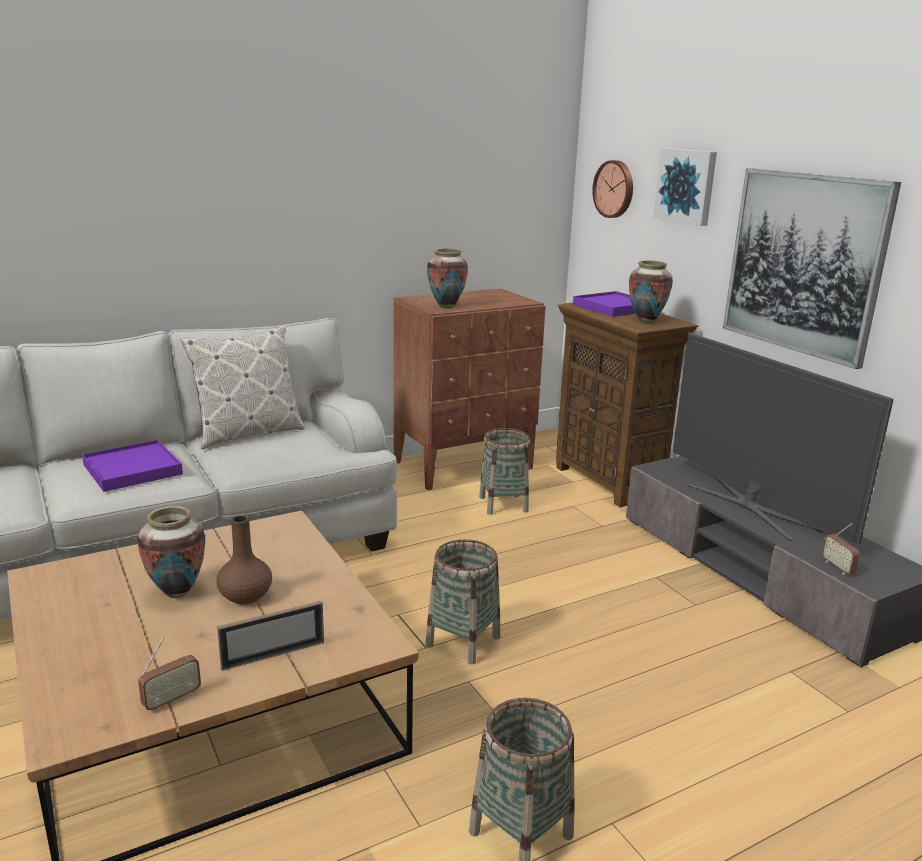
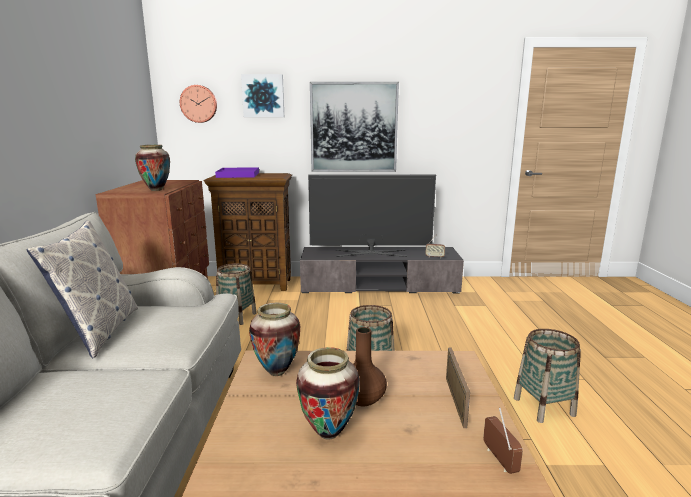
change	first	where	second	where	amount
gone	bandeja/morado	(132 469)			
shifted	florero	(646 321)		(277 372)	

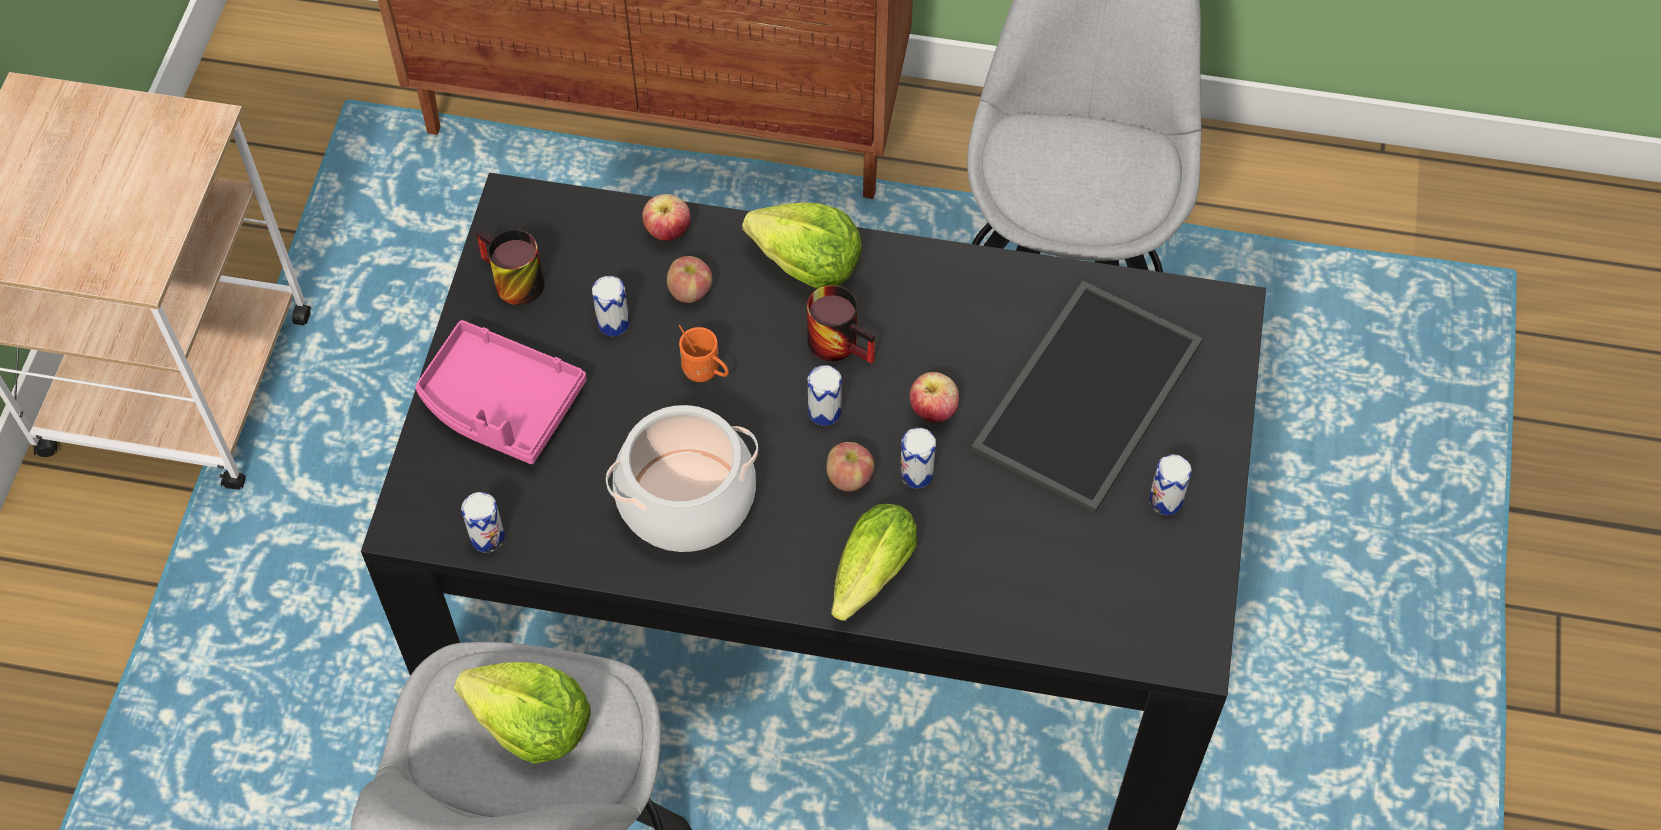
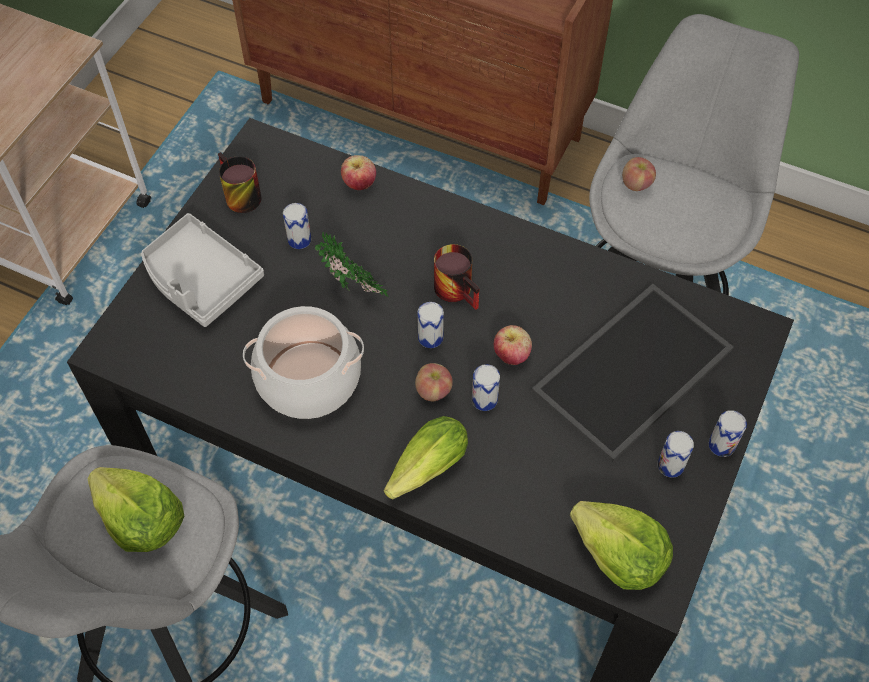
change	first	where	second	where	amount
shifted	lata	(487 537)		(721 445)	
shifted	manzana	(690 291)		(636 184)	
shifted	lechuga	(807 264)		(619 556)	
swapped	taza grande/naranja	(705 372)	planta en maceta	(353 289)	
repainted	bandeja/rosa	(500 404)	bandeja/gris	(200 279)	

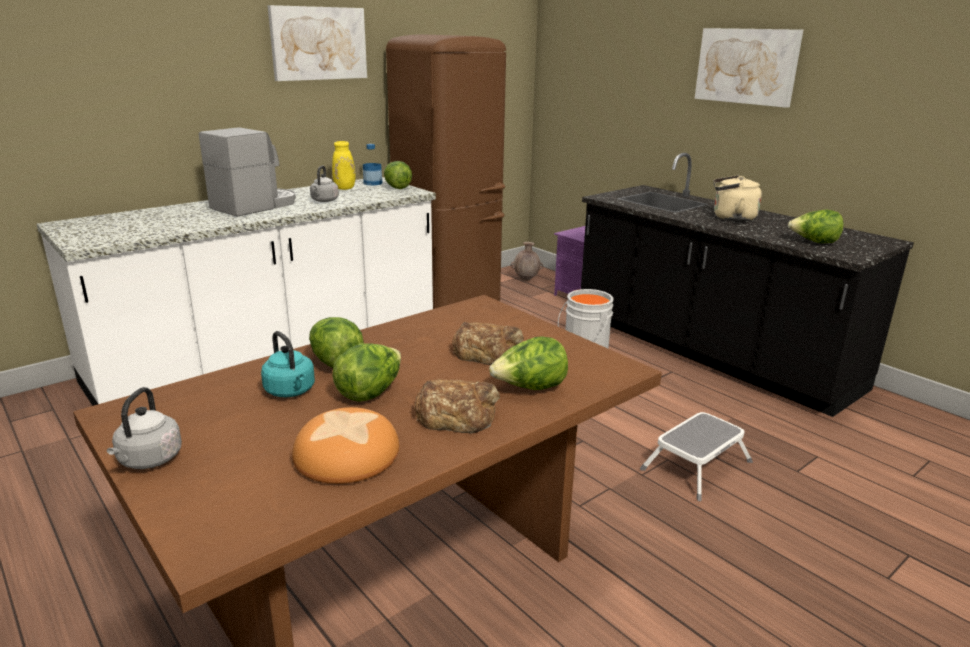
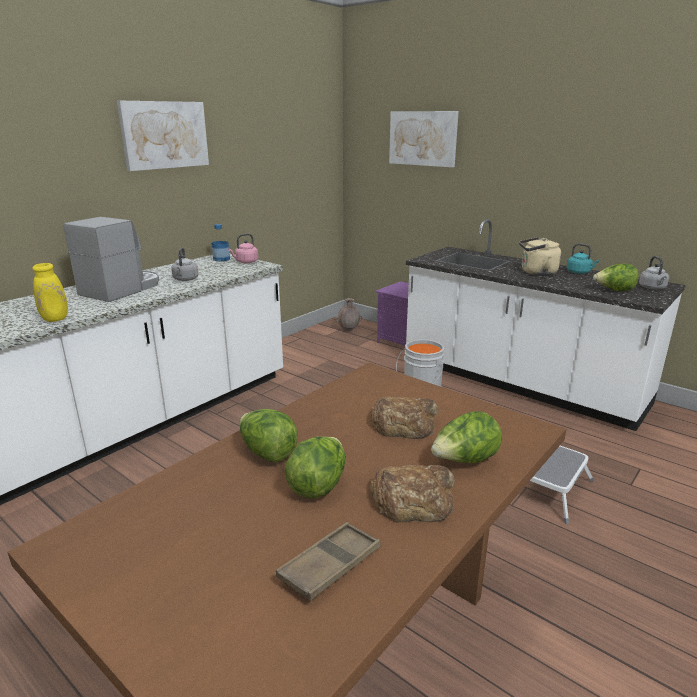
change	first	where	second	where	amount
gone	nevera/marrón	(451 300)			
shifted	hervidor/gris	(148 460)		(652 288)	
shifted	hervidor/turquesa	(291 391)		(579 272)	
shifted	florero/amarillo	(346 188)		(57 319)	
shifted	cuadro	(747 66)		(423 138)	
swapped	pan	(346 453)	bandeja/marrón	(330 565)	
swapped	lechuga	(397 187)	hervidor/rosa	(245 262)	
repainted	mueble bajo de cocina/negro	(709 352)	mueble bajo de cocina/blanco	(519 383)	

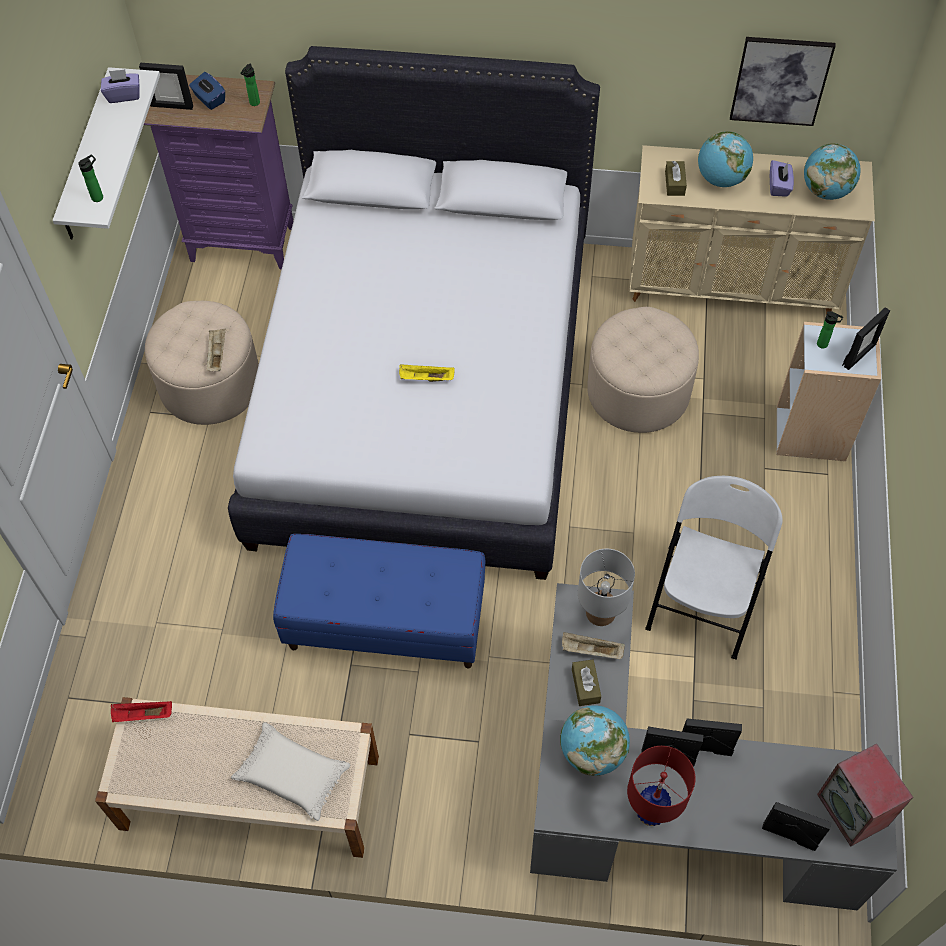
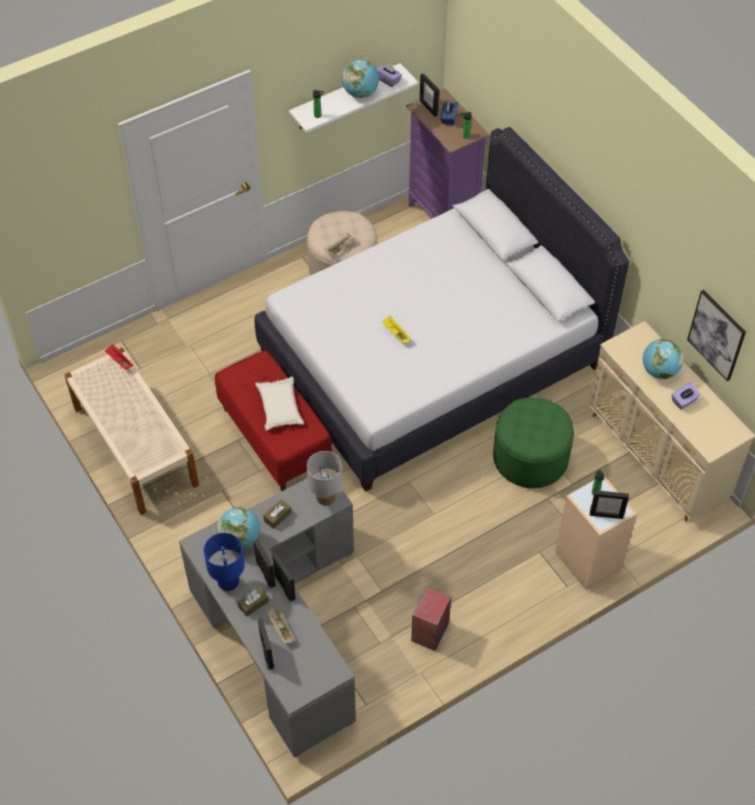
change	first	where	second	where	amount
gone	silla/blanco	(705 600)			
shifted	cojín/blanco	(291 774)		(279 406)	
shifted	bandeja/beis	(591 651)		(280 628)	
shifted	caja de pañuelos/marrón	(674 183)		(253 604)	
shifted	globo terráqueo	(826 191)		(360 93)	
shifted	altavoz	(853 810)		(430 632)	
repainted	banco/azul	(386 622)	banco/rojo	(275 438)	
repainted	puf/beis	(638 391)	puf/verde	(530 457)	
repainted	lámpara de mesa/rojo	(651 812)	lámpara de mesa/azul	(228 584)	

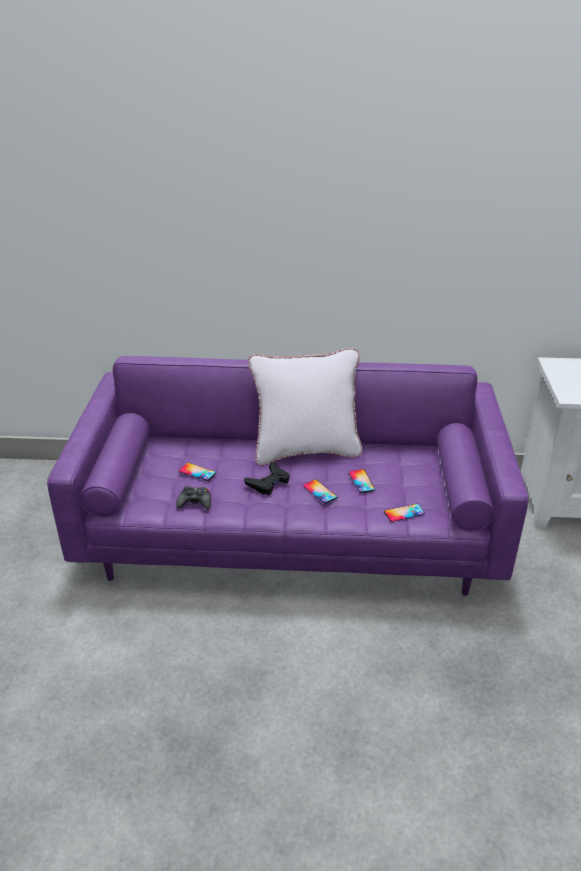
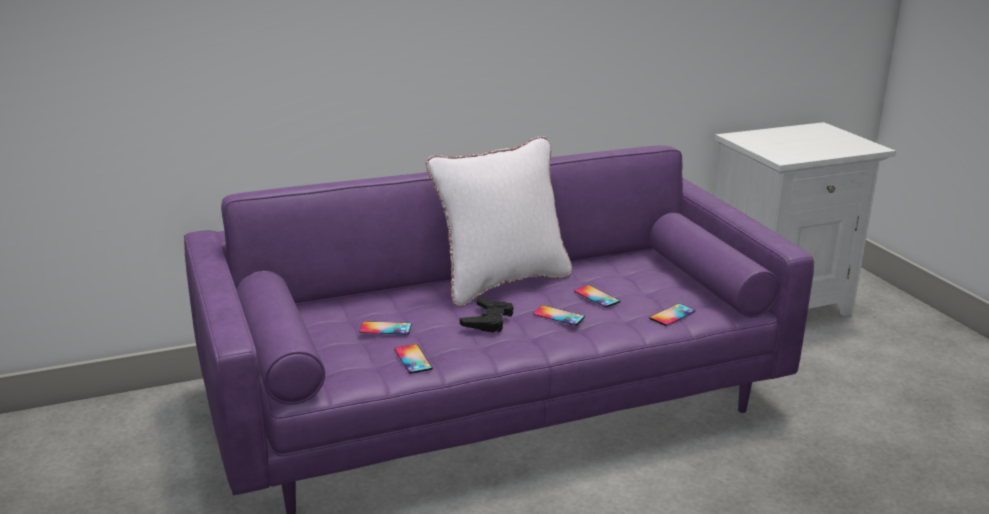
change	first	where	second	where	amount
swapped	mando de consola/negro	(195 502)	móvil	(413 359)	

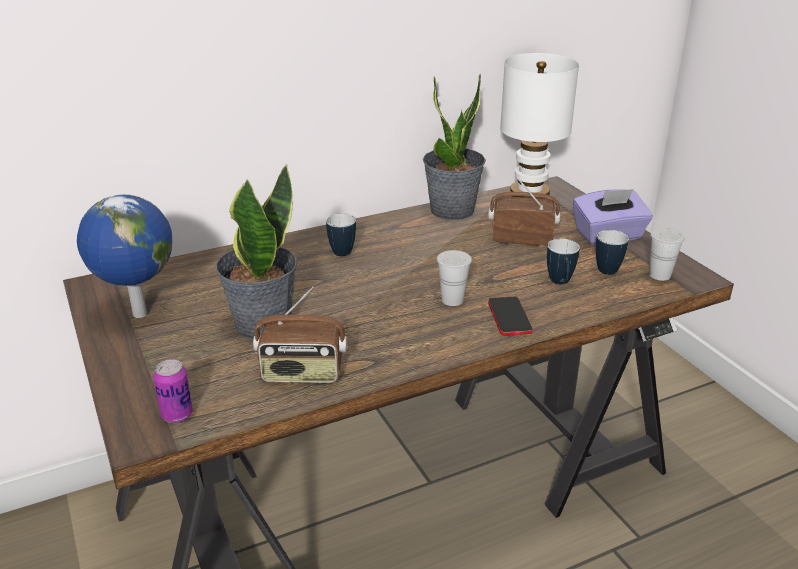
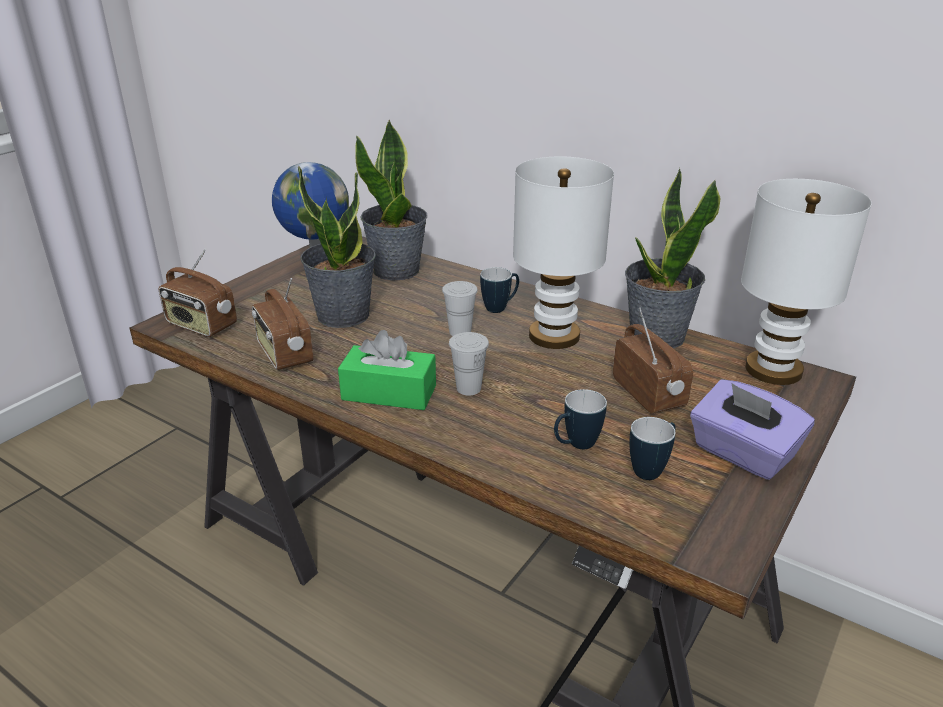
change	first	where	second	where	amount
gone	móvil	(509 317)			
new			caja de pañuelos/verde	(389 393)	
new			planta en maceta	(397 270)	
new			lámpara de mesa/blanco	(553 336)	
shifted	taza/blanco	(660 275)		(460 332)	
swapped	lata	(177 415)	radio	(201 325)	

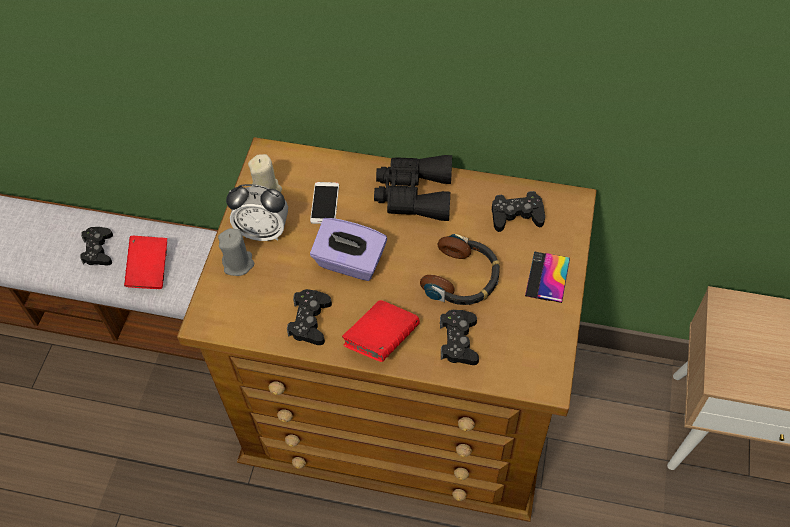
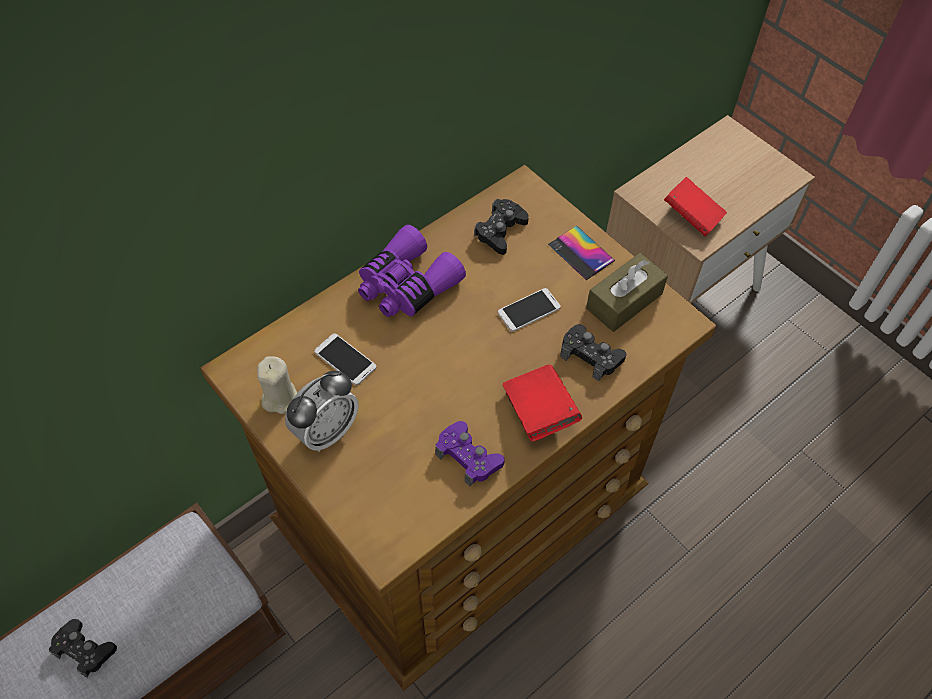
change	first	where	second	where	amount
gone	vela/gris	(238 264)			
gone	caja de pañuelos/morado	(350 262)			
new			caja de pañuelos/marrón	(624 301)	
shifted	libro/rojo	(149 270)		(691 217)	
swapped	auriculares	(462 278)	móvil	(529 310)	
repainted	mando de consola/negro	(310 321)	mando de consola/morado	(468 457)	
repainted	prismáticos/negro	(414 194)	prismáticos/morado	(406 285)	

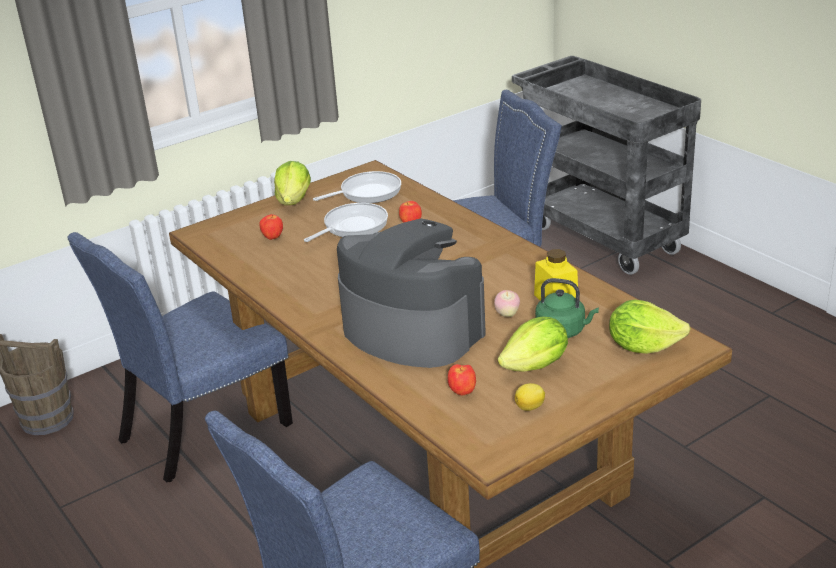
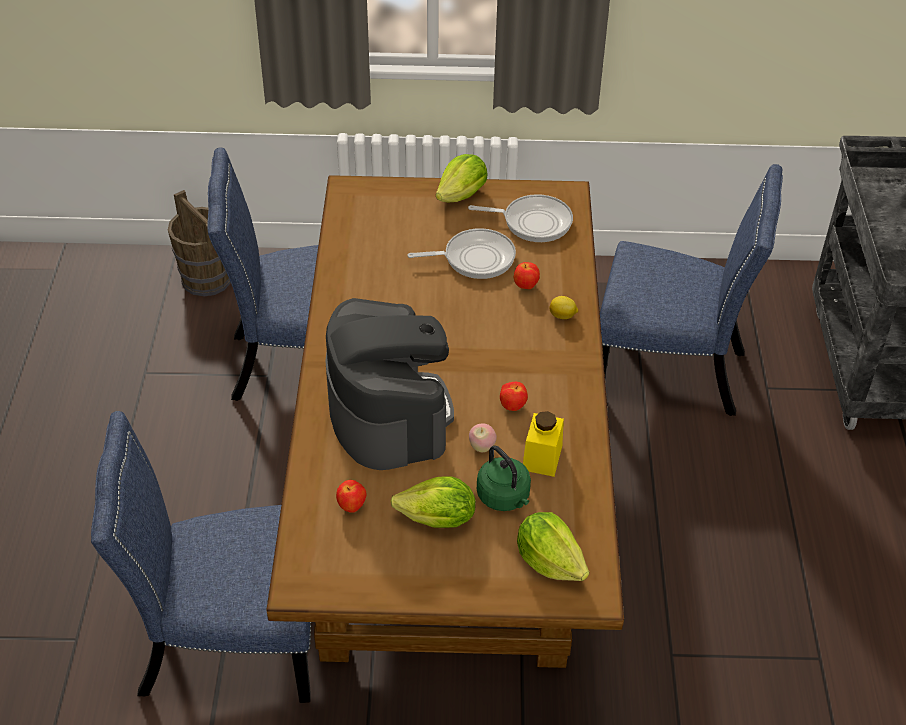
change	first	where	second	where	amount
shifted	manzana	(273 237)		(513 406)	
shifted	limón	(530 407)		(563 316)	

